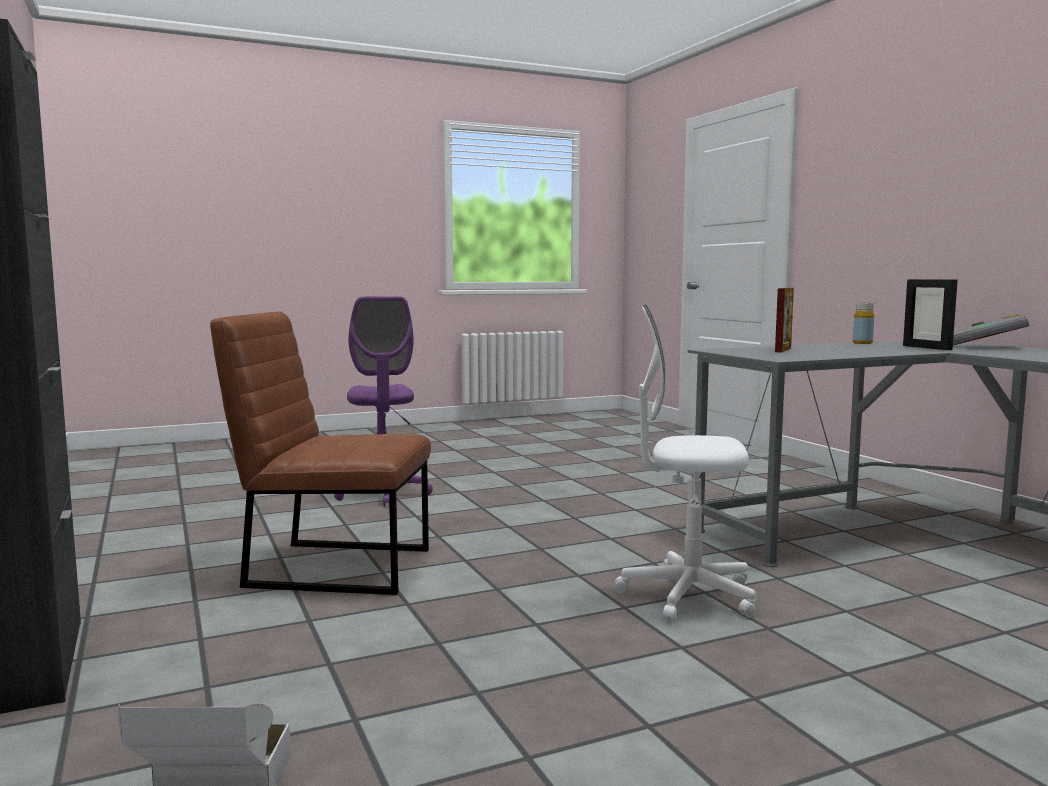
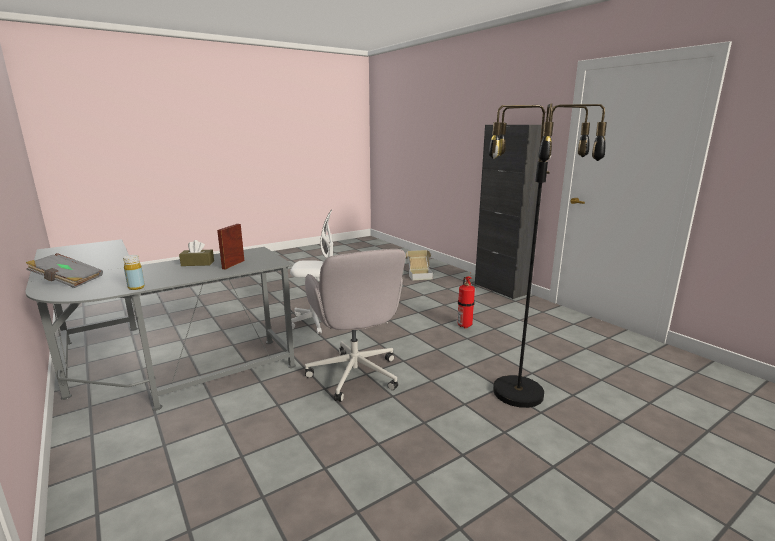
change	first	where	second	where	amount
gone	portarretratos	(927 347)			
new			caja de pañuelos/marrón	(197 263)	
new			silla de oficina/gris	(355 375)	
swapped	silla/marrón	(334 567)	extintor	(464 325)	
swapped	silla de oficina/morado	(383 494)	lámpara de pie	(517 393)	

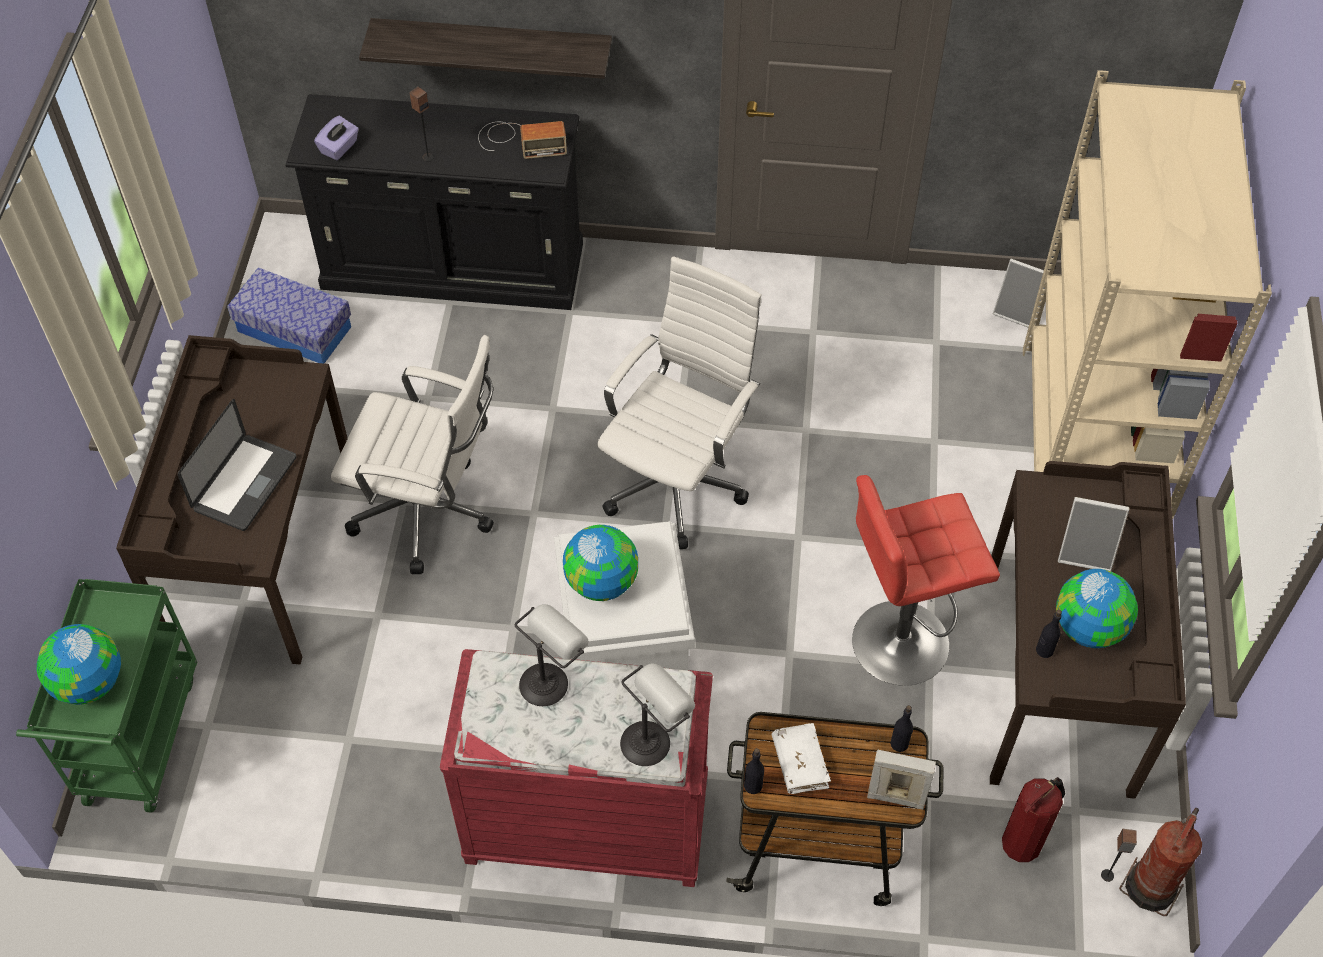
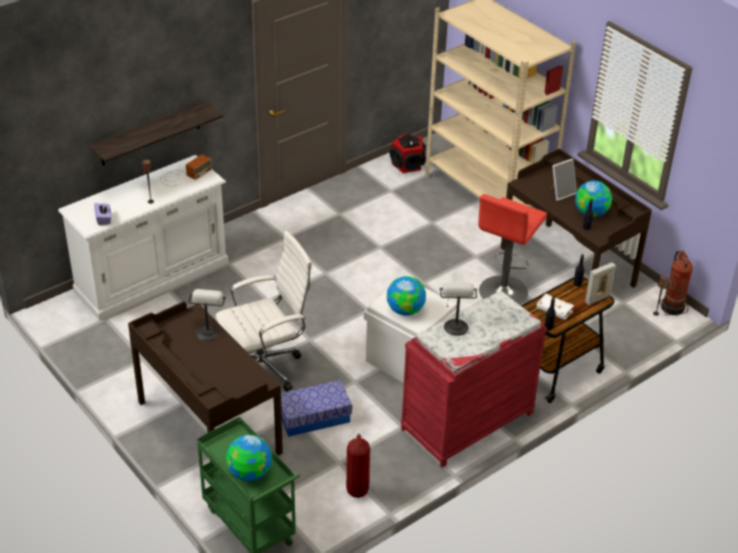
change	first	where	second	where	amount
gone	portátil	(245 484)			
gone	silla de oficina/blanco	(678 482)			
shifted	caja de almacenaje	(294 329)		(314 417)	
shifted	lámpara de mesa	(652 736)		(208 329)	
shifted	extintor	(1022 843)		(357 489)	
swapped	portarretratos	(1018 311)	altavoz	(408 164)	
repainted	armario/negro	(454 266)	armario/blanco	(152 277)	

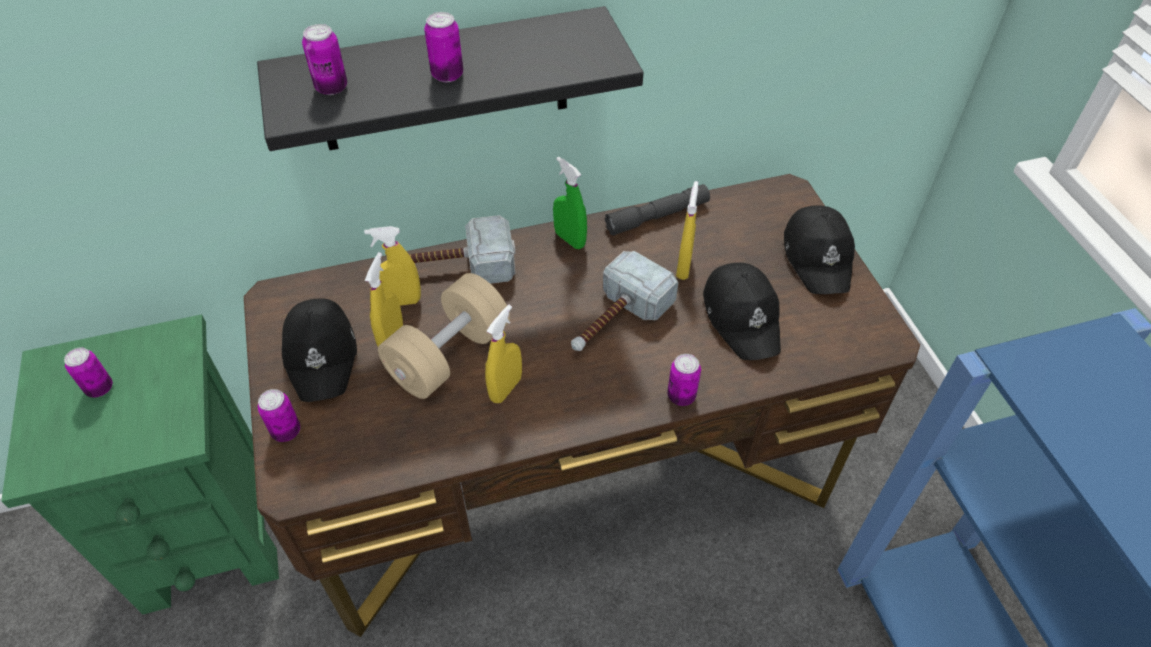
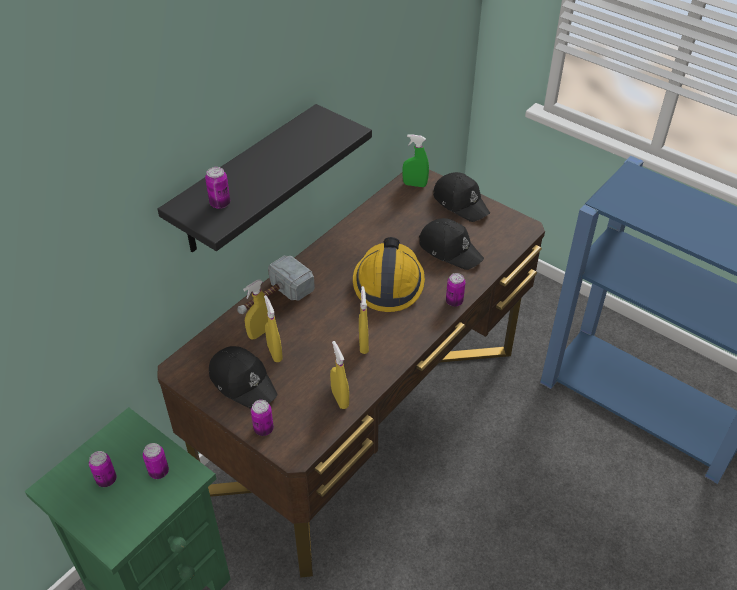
change	first	where	second	where	amount
gone	mancuerna/beis	(449 355)			
gone	linterna/gris	(657 216)			
shifted	lata	(447 75)		(159 472)	
shifted	pulverizador/verde	(570 239)		(414 184)	
shifted	pulverizador/amarillo	(683 267)		(340 399)	
swapped	martillo	(615 320)	casco	(388 283)	

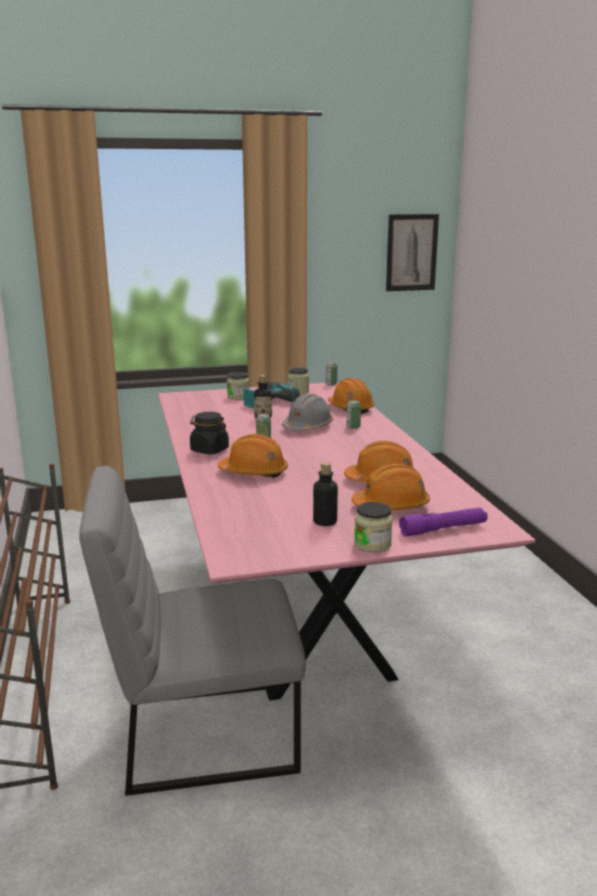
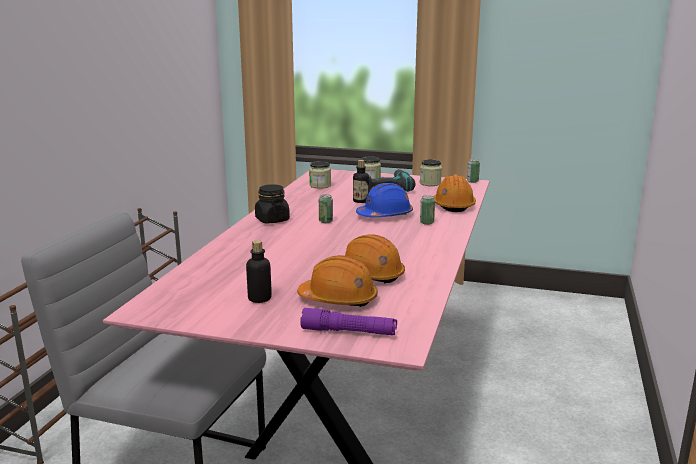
change	first	where	second	where	amount
gone	casco/naranja	(254 472)			
gone	cuadro	(411 252)			
shifted	tarro	(372 544)		(320 185)	
repainted	casco/gris	(307 427)	casco/azul	(385 215)	

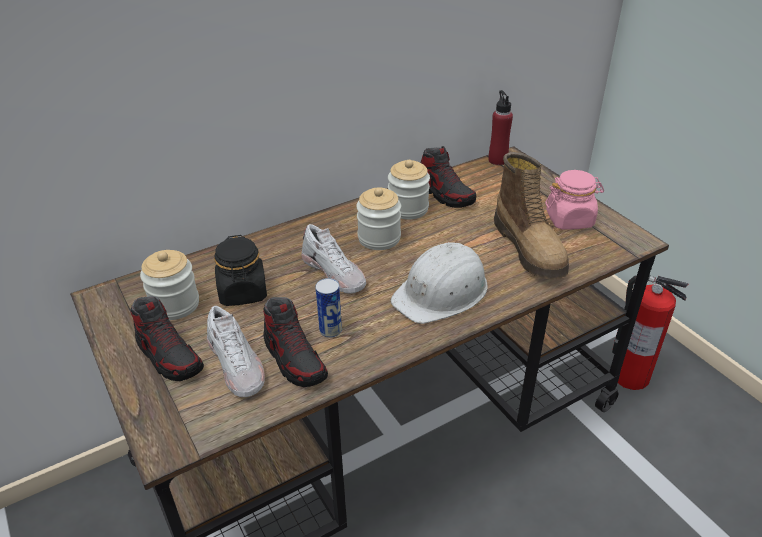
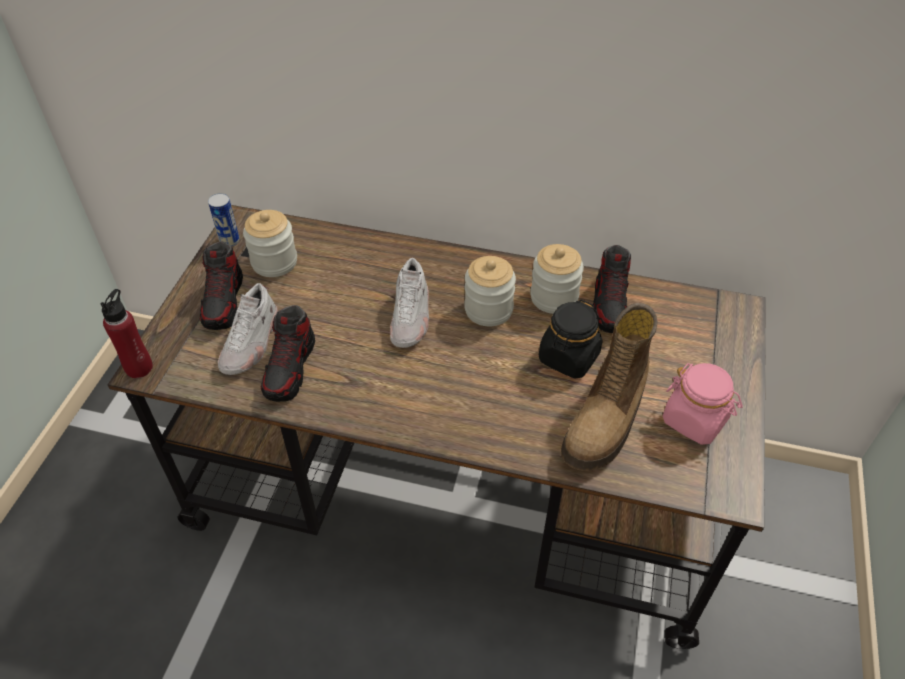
change	first	where	second	where	amount
gone	casco/blanco	(442 292)			
gone	extintor	(629 375)			
shifted	tarro/negro	(243 292)		(568 358)	
shifted	lata	(330 330)		(229 241)	
shifted	botella/rojo	(497 160)		(139 367)	

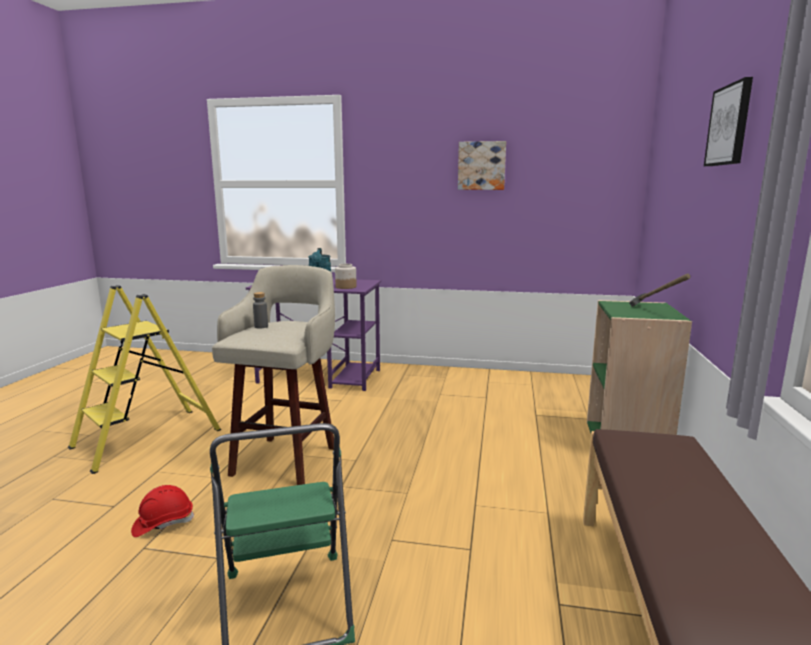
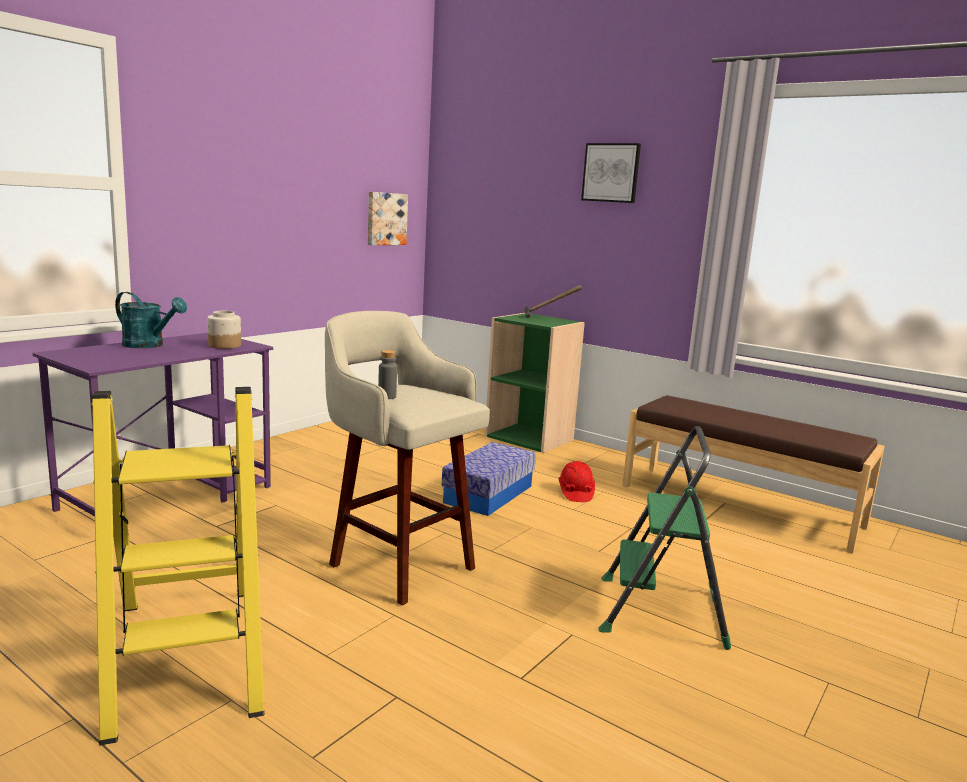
change	first	where	second	where	amount
new			caja de almacenaje	(488 494)	
shifted	casco/rojo	(163 523)		(575 493)	
shifted	cuadro	(481 166)		(385 219)	

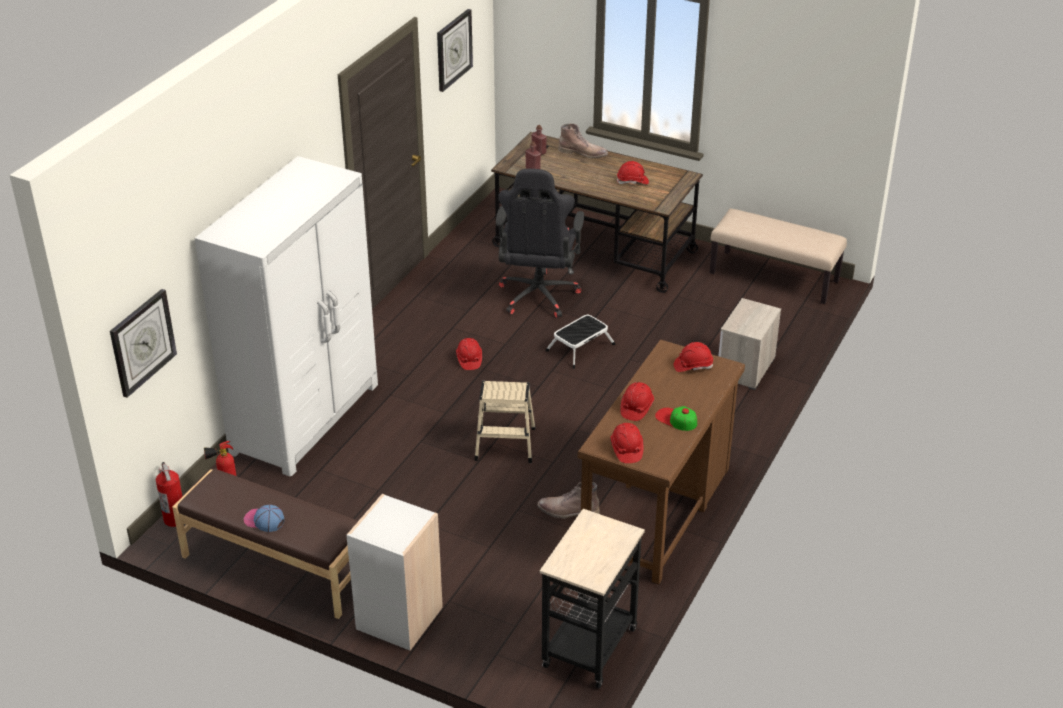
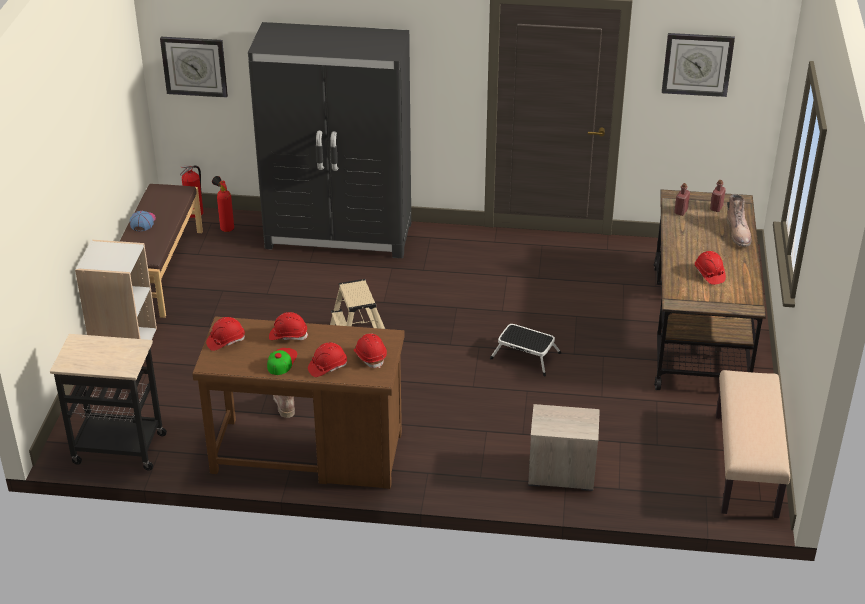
change	first	where	second	where	amount
gone	silla de oficina/negro	(538 295)			
shifted	casco/rojo	(469 360)		(327 367)	
repainted	armario/blanco	(307 418)	armario/negro	(339 236)	

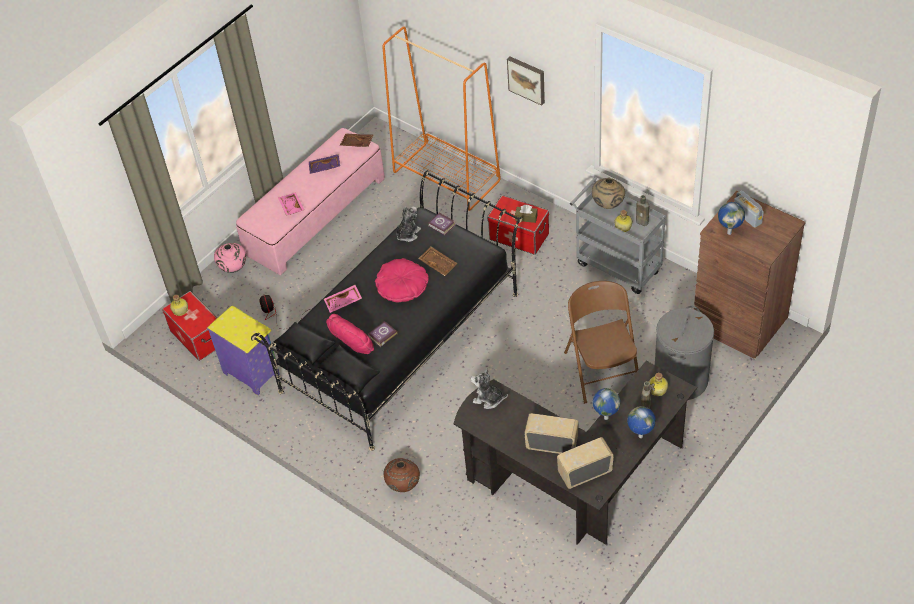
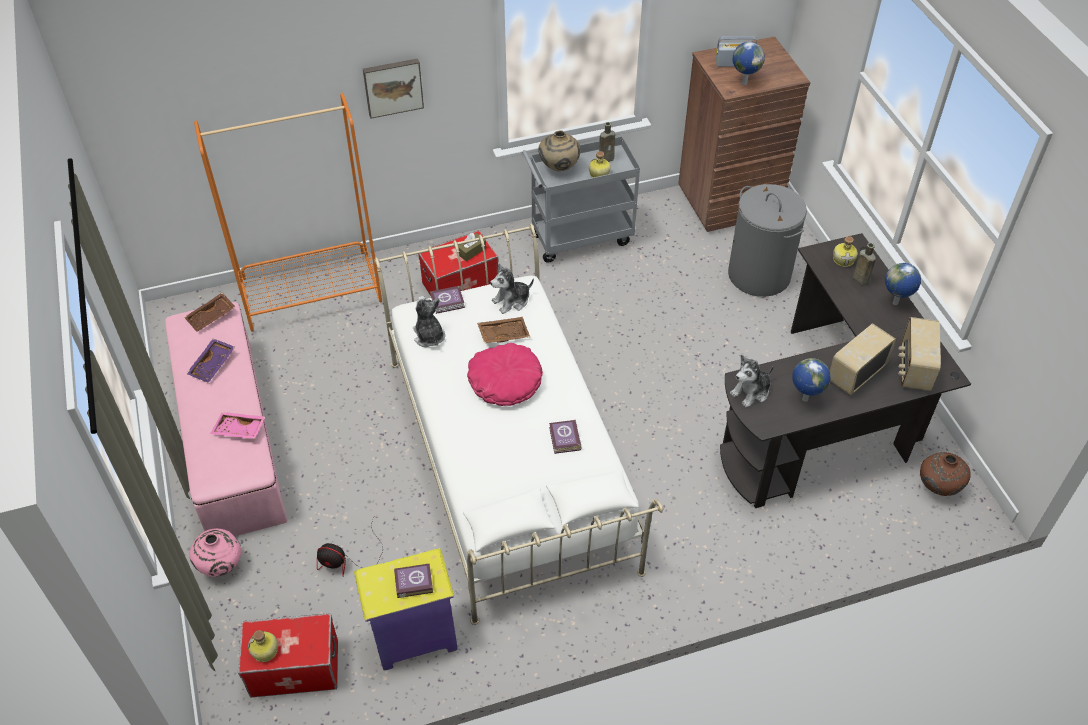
change	first	where	second	where	amount
gone	bandeja/rosa	(343 302)			
gone	cojín/rosa	(352 349)			
gone	silla/marrón	(602 370)			
new			libro	(412 582)	
new			peluche	(512 301)	
shifted	florero/marrón	(403 485)		(937 488)	
shifted	globo terráqueo	(605 417)		(804 399)	
repainted	cama/negro	(401 343)	cama/blanco	(510 462)	

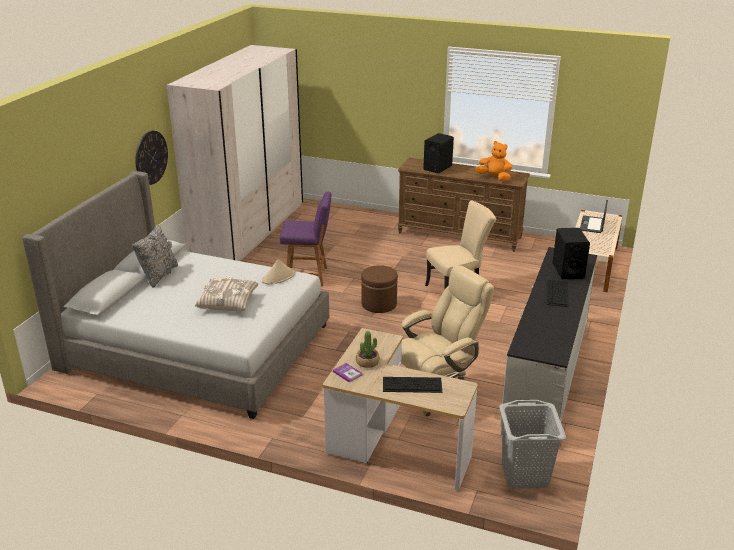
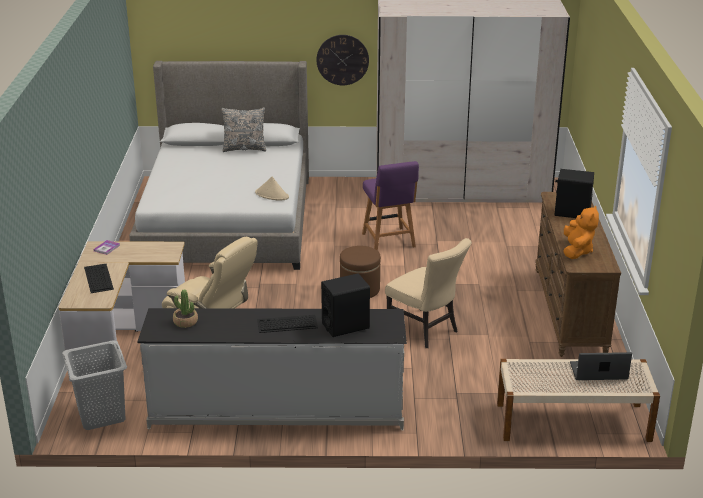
change	first	where	second	where	amount
gone	cojín/beis	(228 304)			
shifted	planta en maceta	(367 362)		(185 322)	

